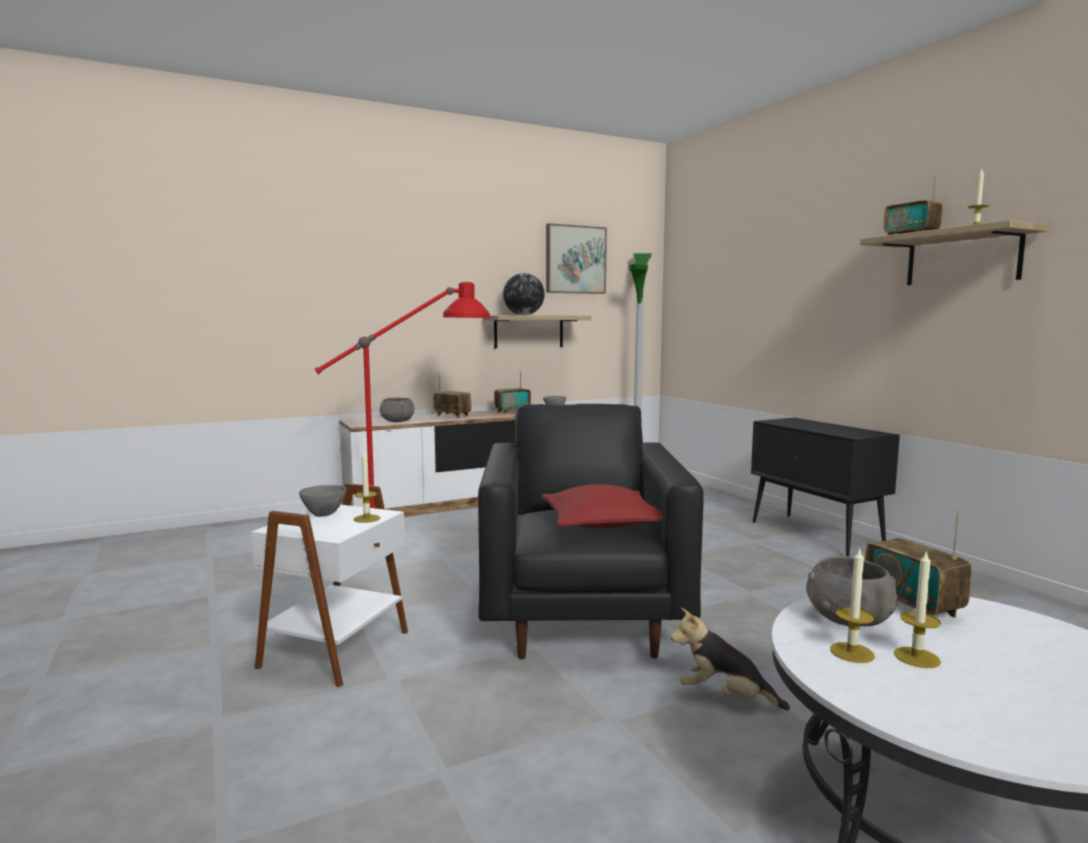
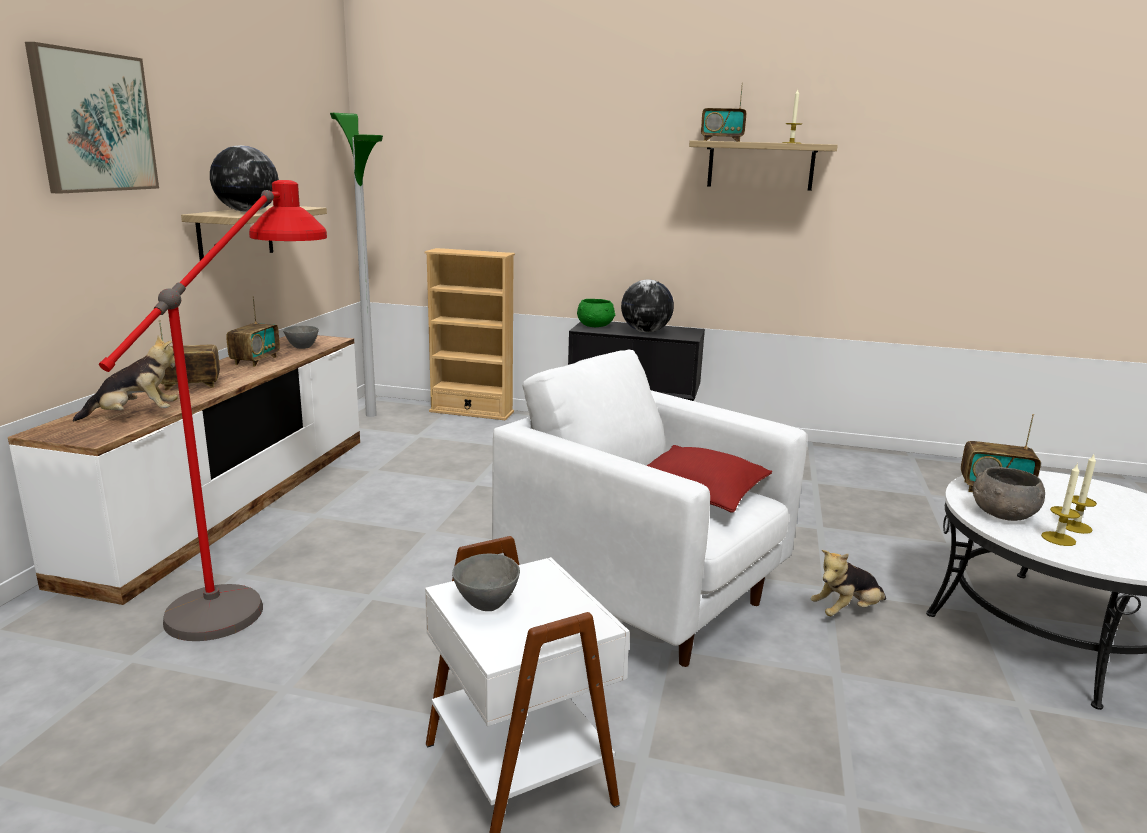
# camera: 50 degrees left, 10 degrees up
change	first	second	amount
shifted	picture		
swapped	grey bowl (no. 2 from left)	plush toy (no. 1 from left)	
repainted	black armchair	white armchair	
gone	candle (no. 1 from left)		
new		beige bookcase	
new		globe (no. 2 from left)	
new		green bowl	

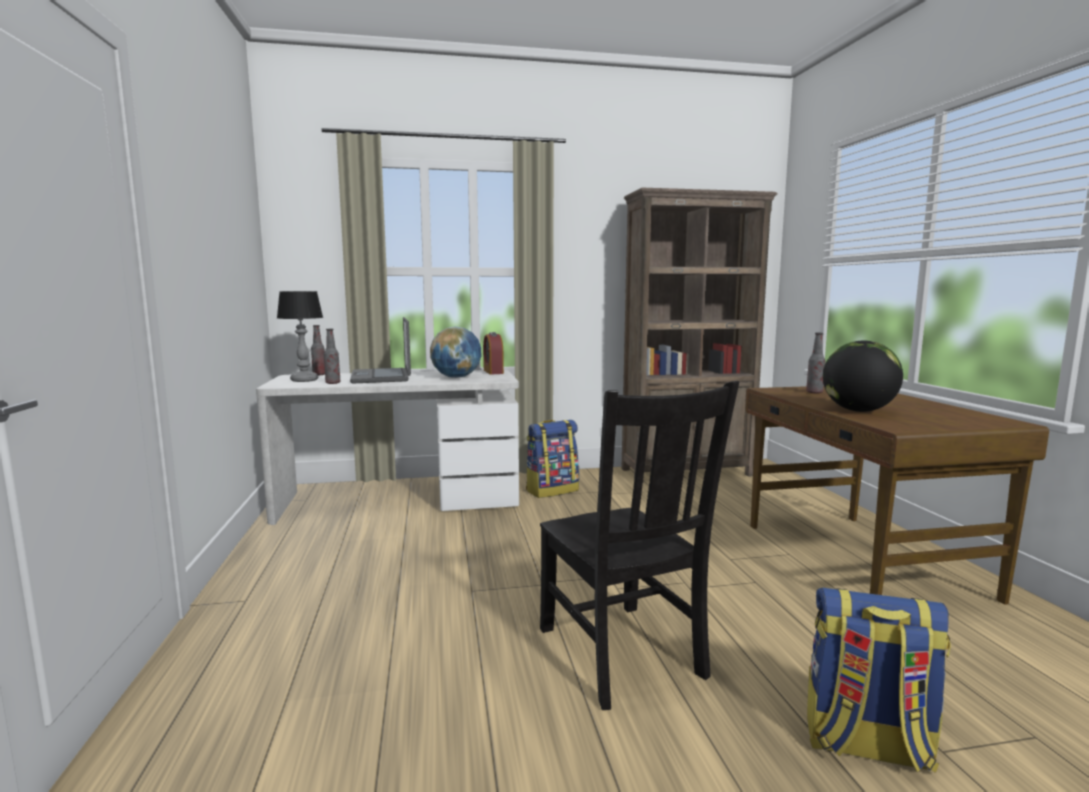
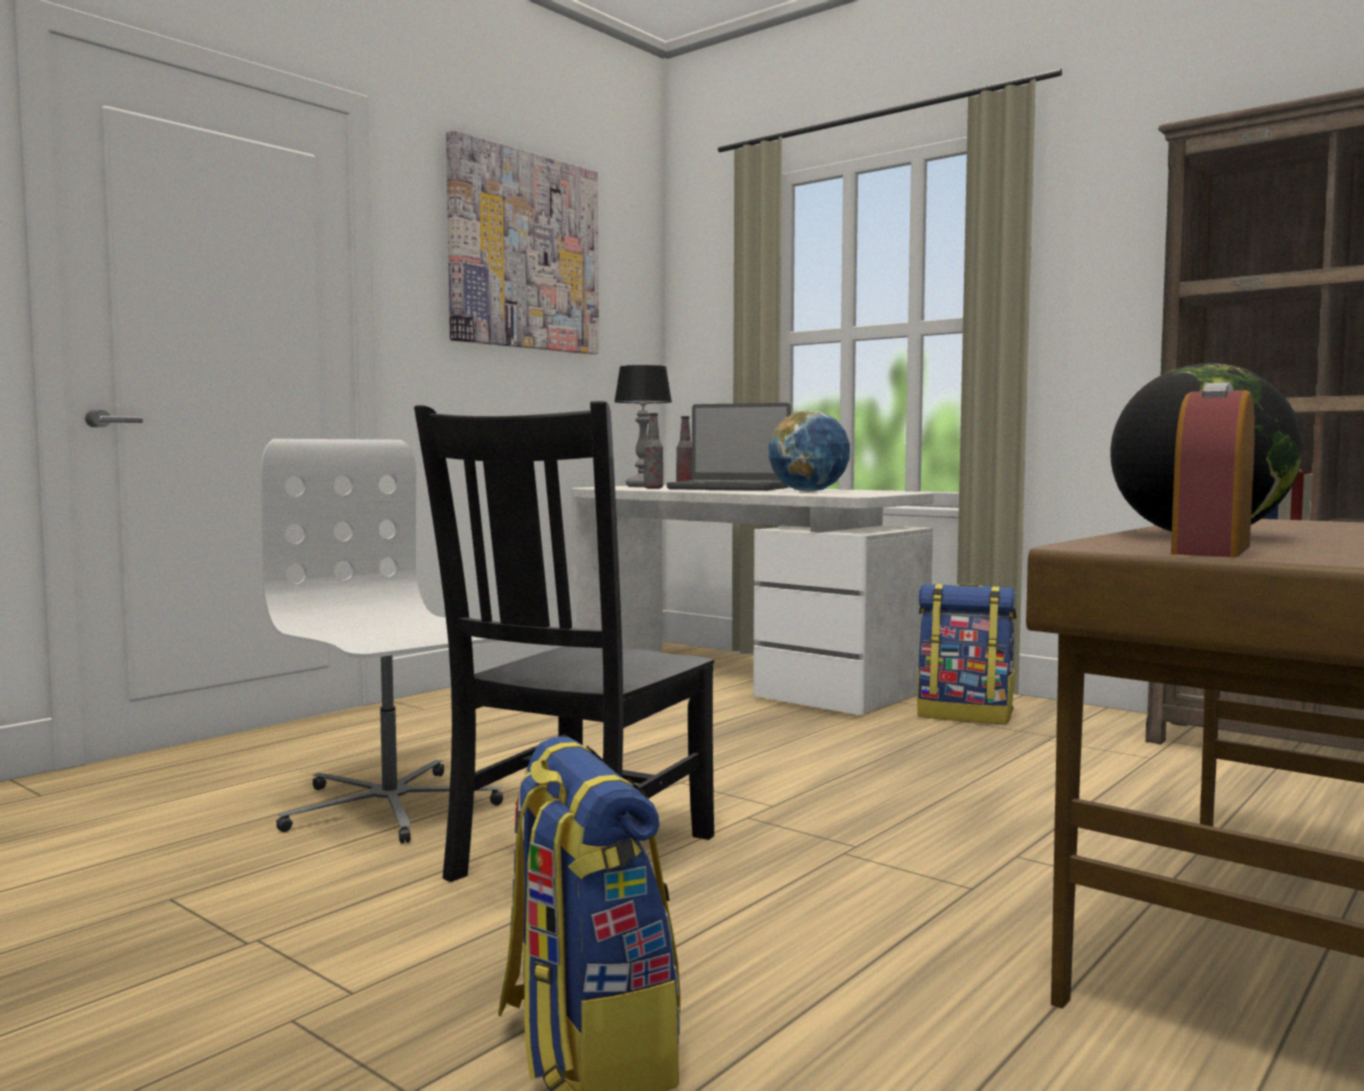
# camera: 50 degrees right, 5 degrees down
change	first	second	amount
rotated	laptop		105 degrees counterclockwise
shifted	alarm clock		
gone	bottle (no. 3 from left)		
new		picture	
new		white office chair	

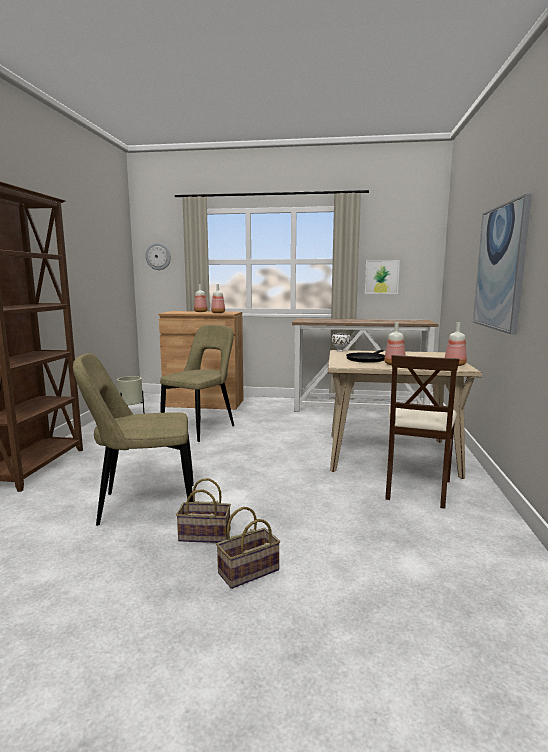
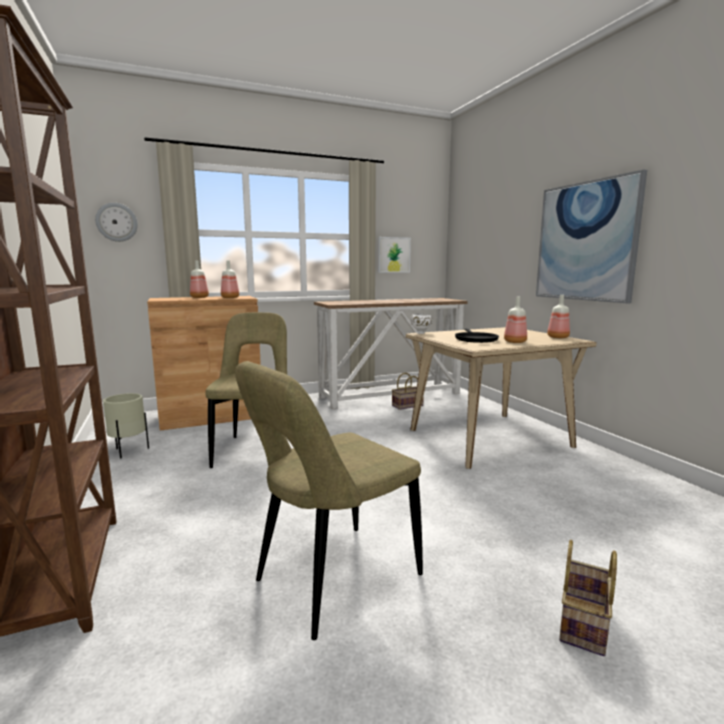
# camera: 30 degrees left, 0 degrees up
change	first	second	amount
gone	beige chair (no. 3 from left)		
shifted	basket (no. 1 from left)		

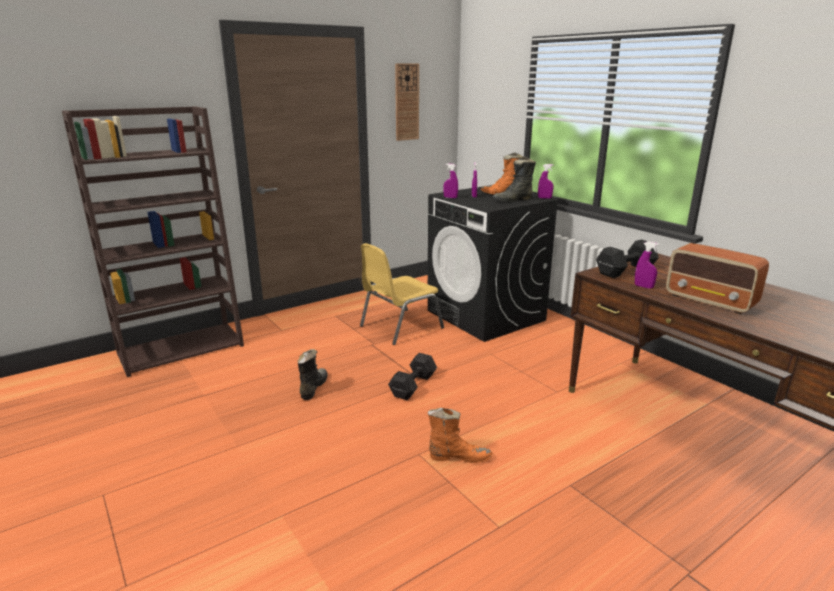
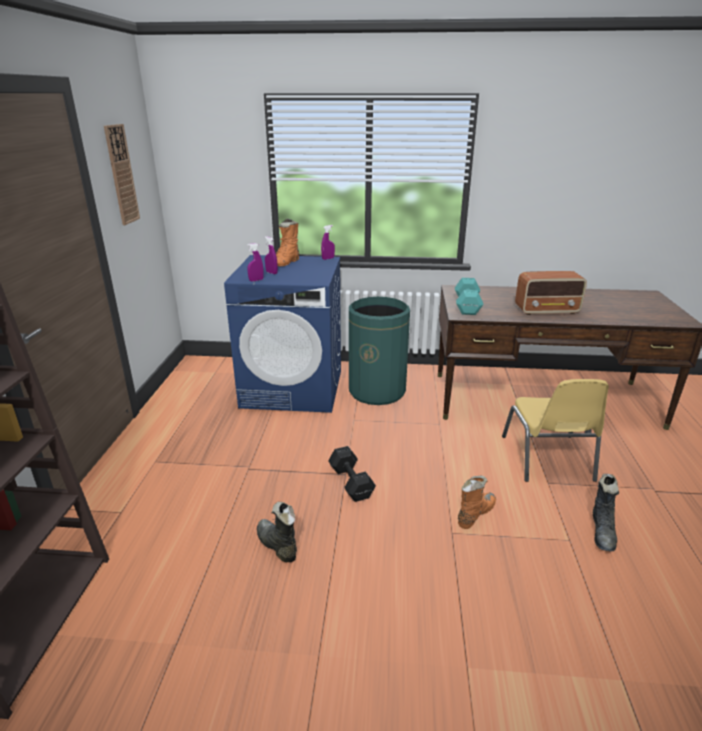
# camera: 50 degrees left, 5 degrees up
change	first	second	amount
shifted	black boot (no. 2 from left)		
repainted	black washing machine	blue washing machine	
repainted	black dumbbell (no. 2 from left)	turquoise dumbbell	
gone	purple spray bottle (no. 4 from left)		
shifted	yellow chair		
new		green trash can	

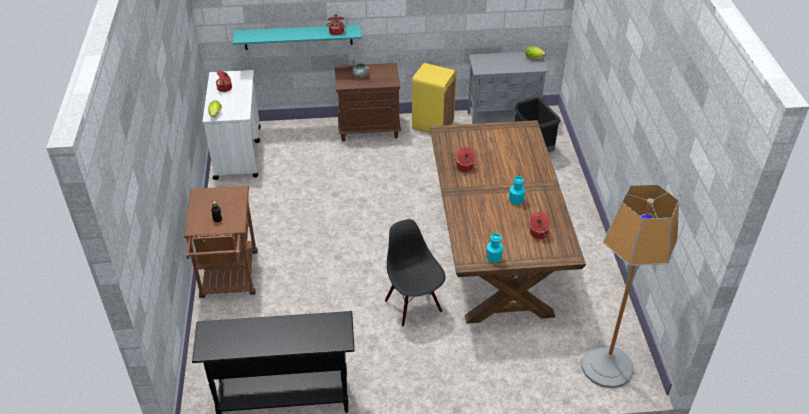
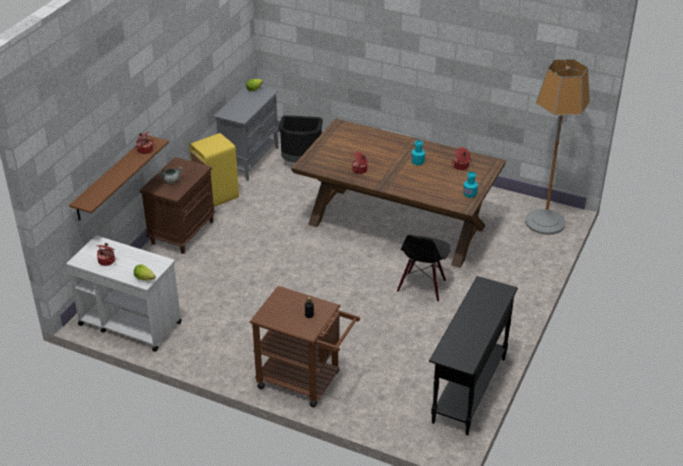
# camera: 60 degrees left, 5 degrees down
change	first	second	amount
repainted	turquoise shelf	brown shelf	
rotated	black chair		75 degrees counterclockwise

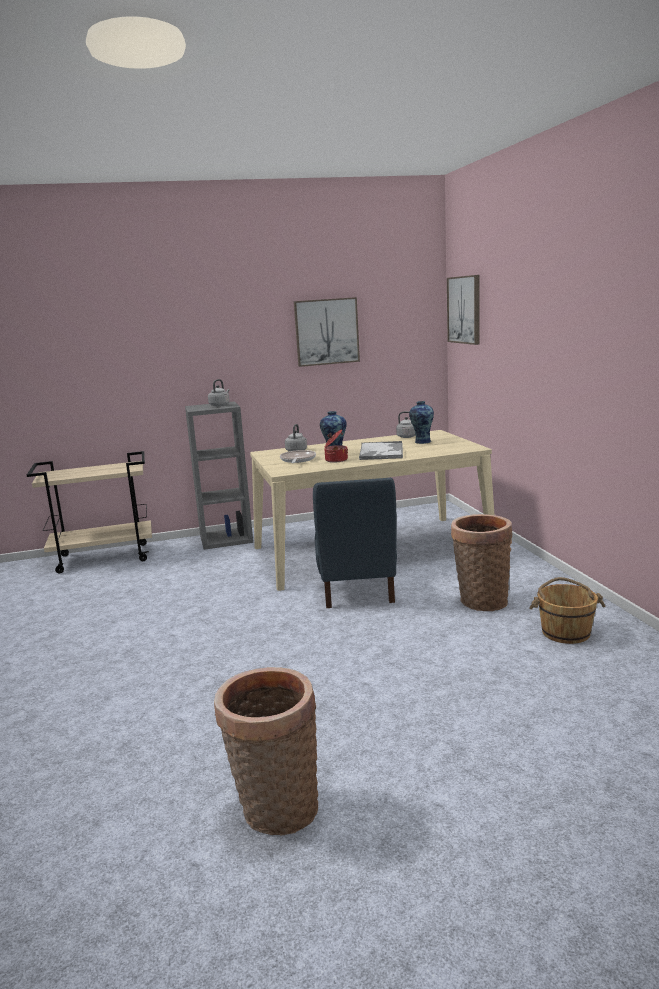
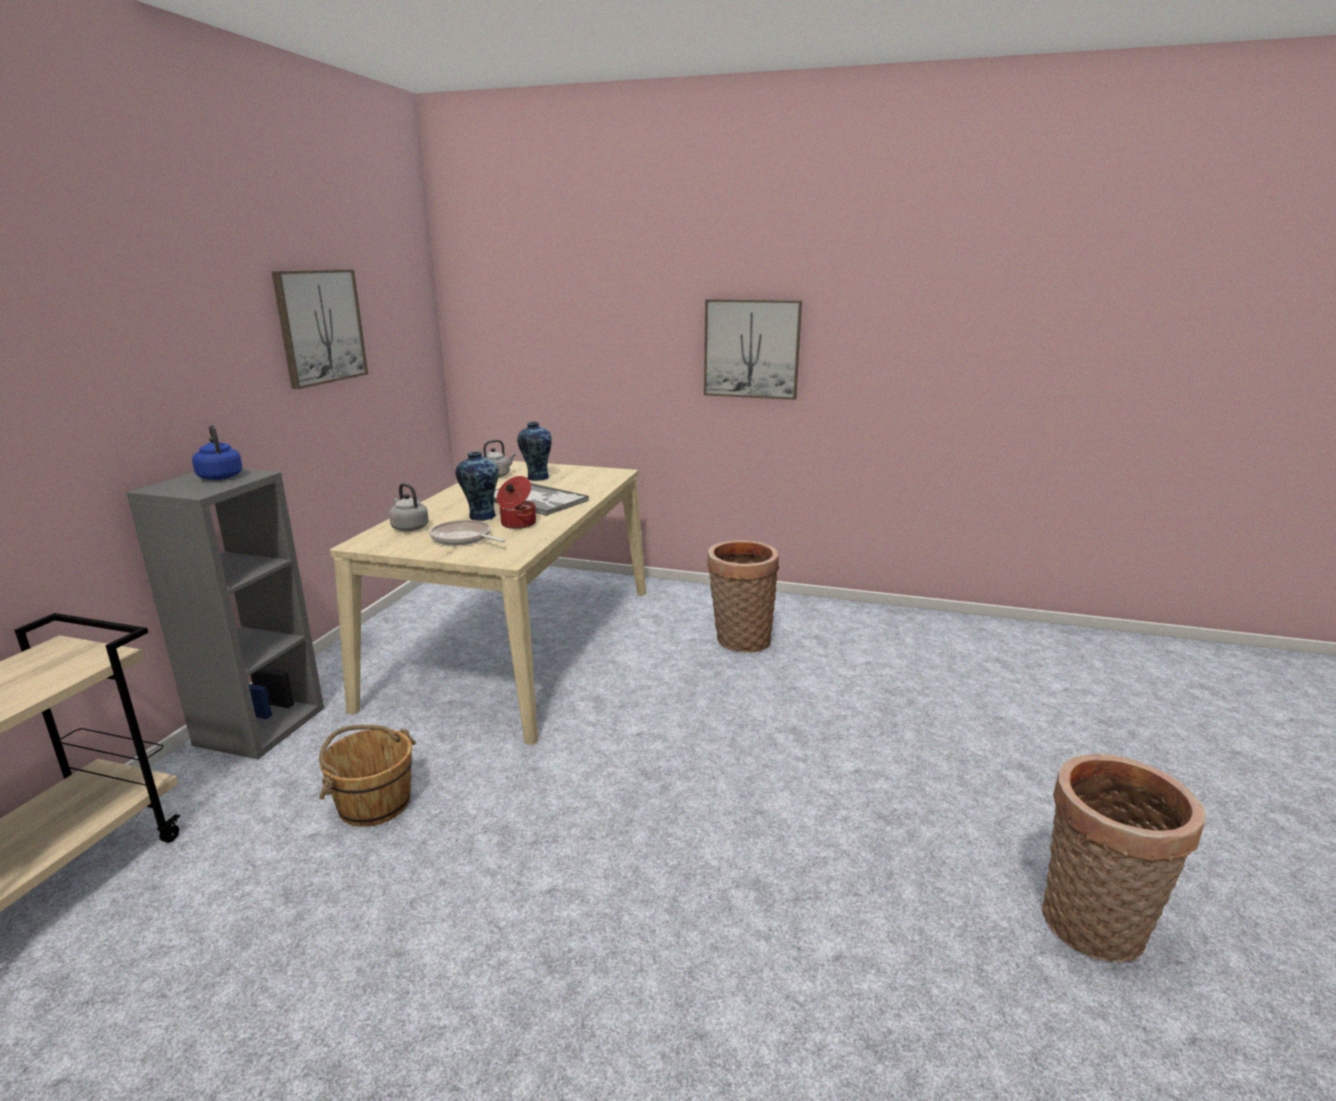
# camera: 60 degrees left, 5 degrees up
change	first	second	amount
shifted	picture (no. 2 from left)		
repainted	grey kettle (no. 1 from left)	blue kettle	
gone	blue chair		
shifted	brown bucket		

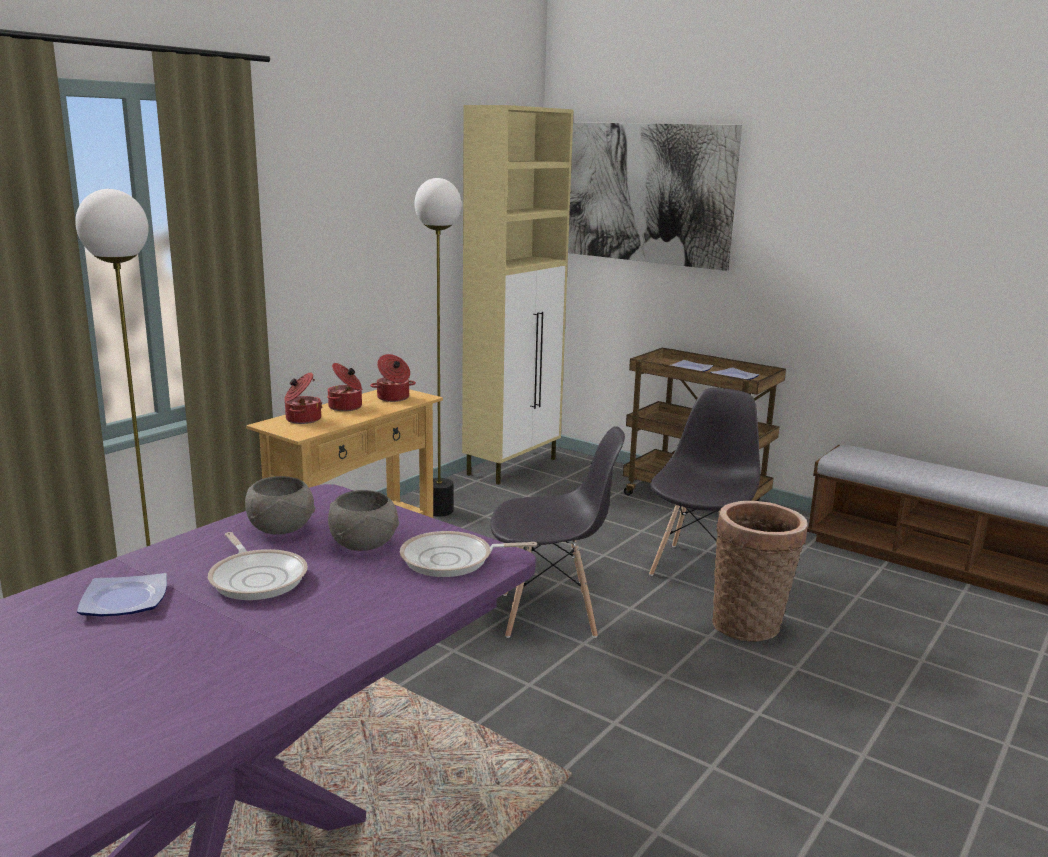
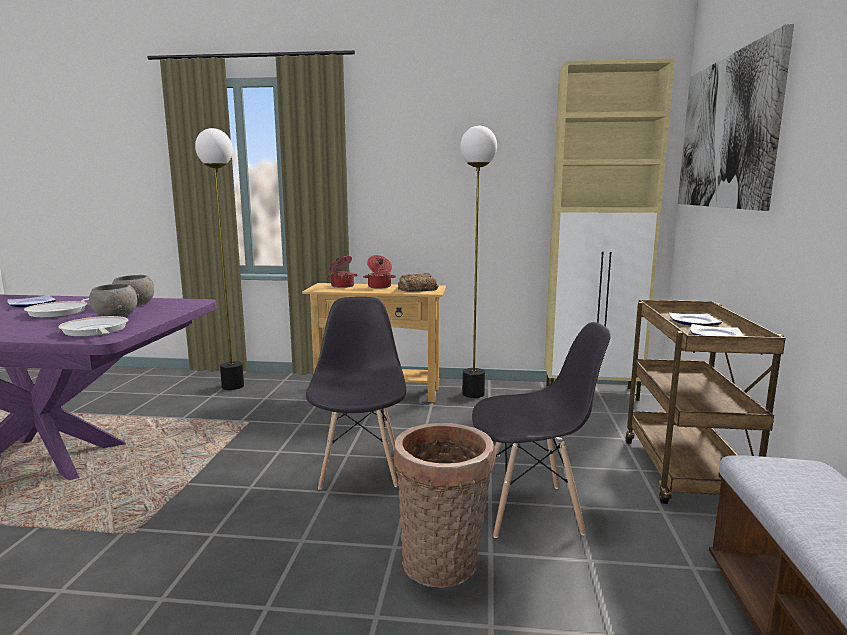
# camera: 60 degrees right, 5 degrees down
change	first	second	amount
swapped	cooking pot (no. 3 from left)	bread	
rotated	grey chair (no. 1 from left)		150 degrees counterclockwise

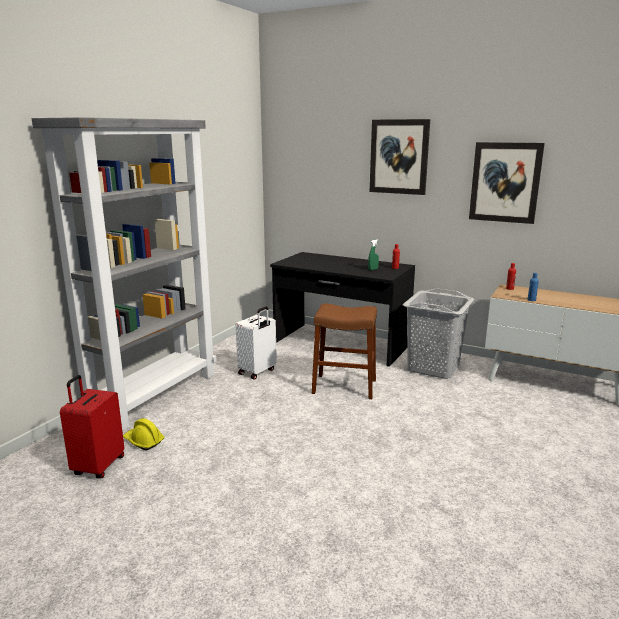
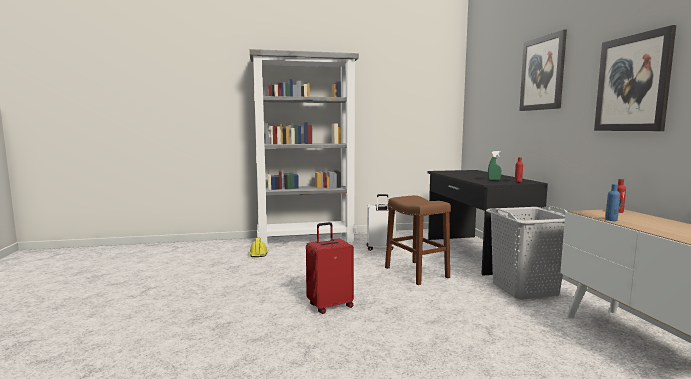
# camera: 50 degrees right, 10 degrees down
change	first	second	amount
shifted	red suitcase		

